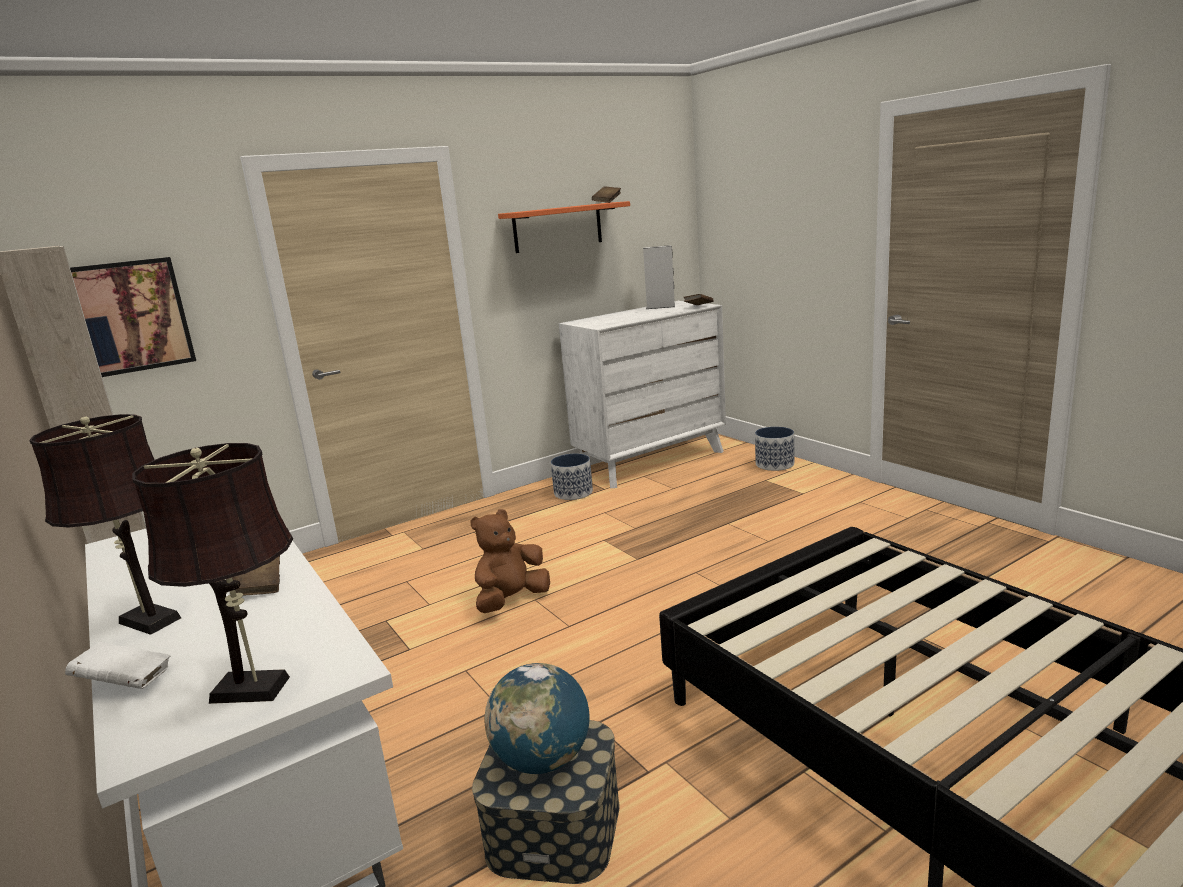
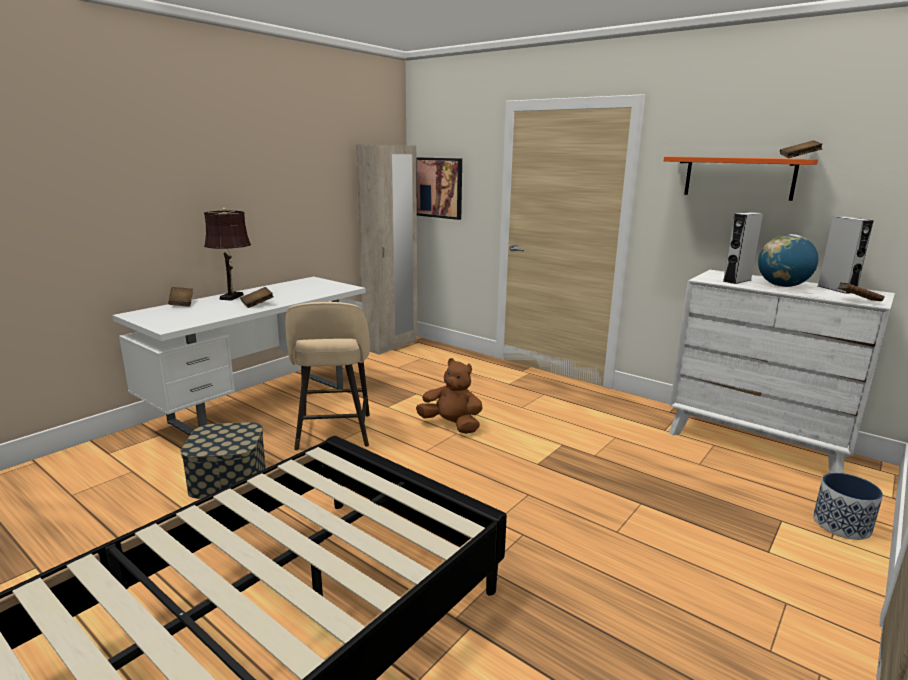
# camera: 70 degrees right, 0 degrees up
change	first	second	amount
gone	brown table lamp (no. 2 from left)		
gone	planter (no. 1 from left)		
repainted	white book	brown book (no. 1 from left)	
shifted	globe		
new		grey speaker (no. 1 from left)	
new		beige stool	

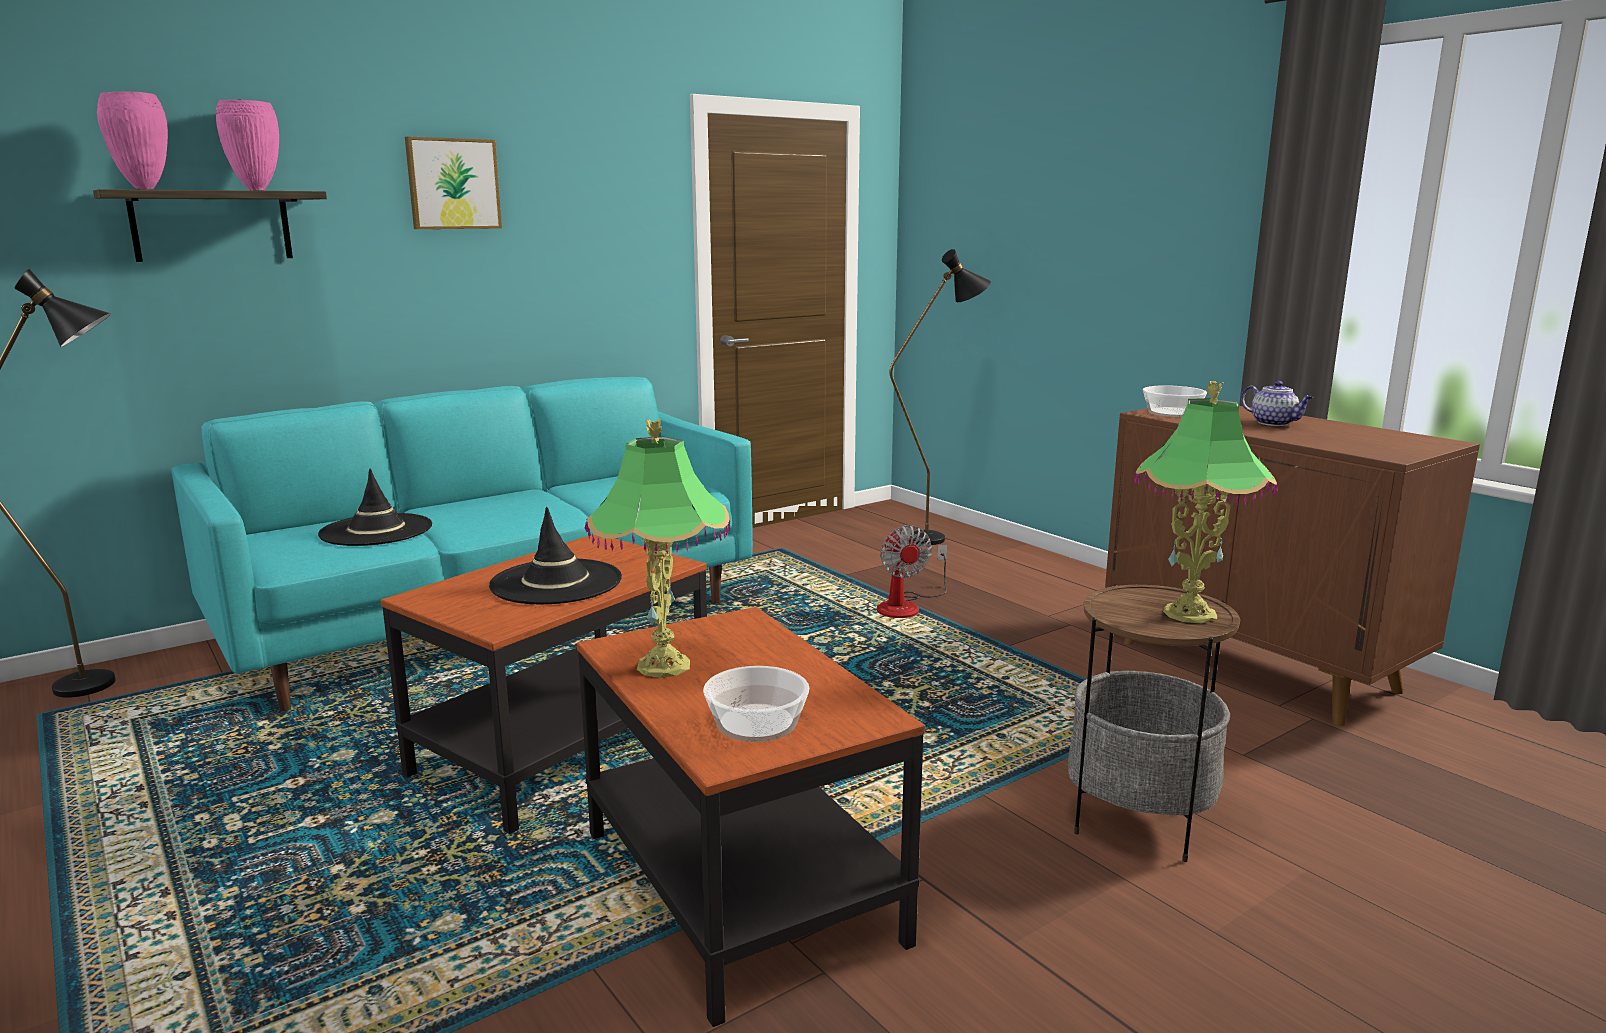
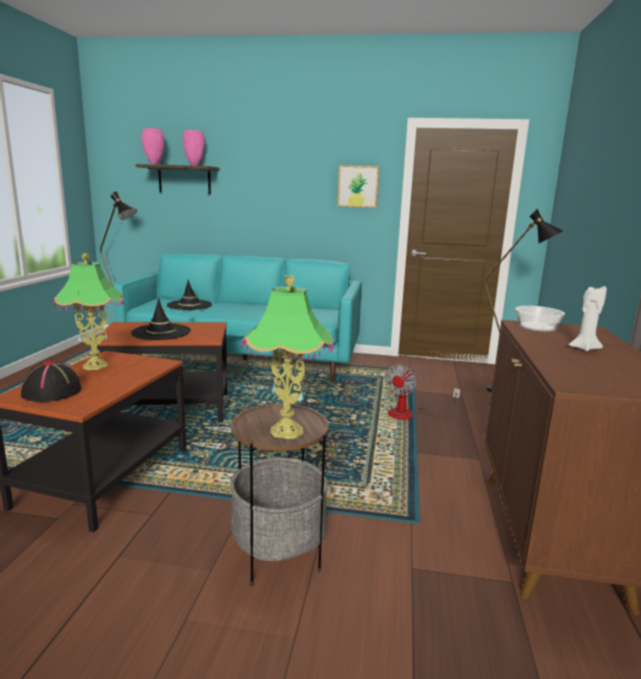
# camera: 45 degrees right, 0 degrees up
change	first	second	amount
shifted	picture		
swapped	teapot	white candle	
swapped	bowl (no. 1 from left)	black hat (no. 1 from left)	

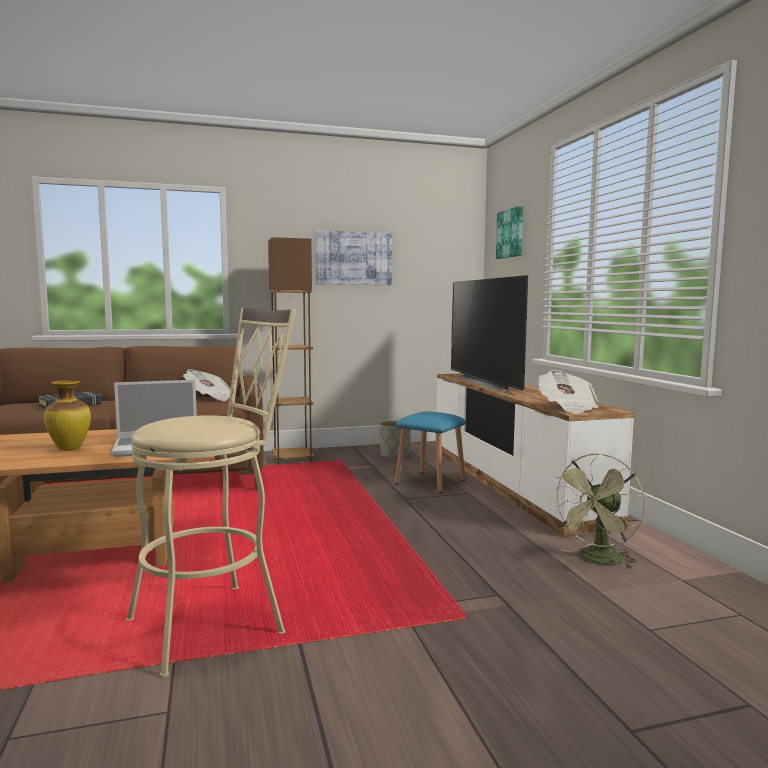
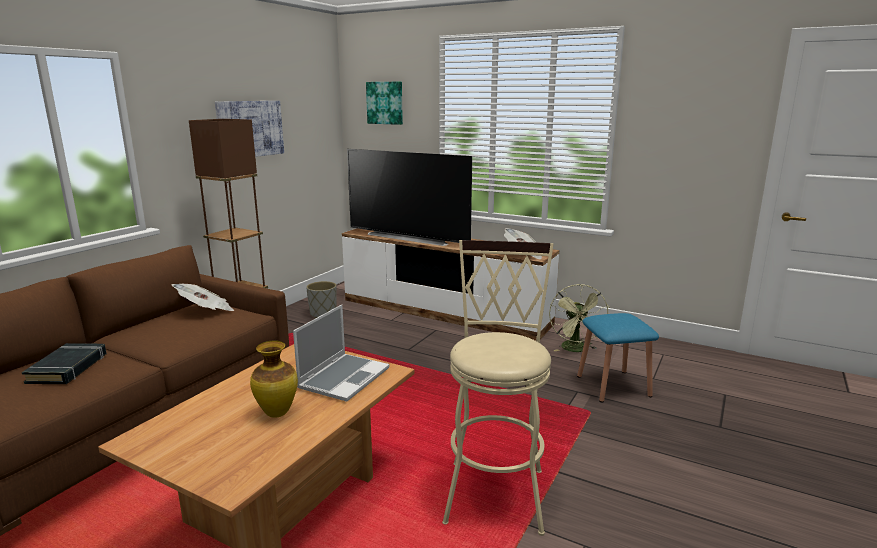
# camera: 45 degrees left, 10 degrees up
change	first	second	amount
shifted	blue stool		

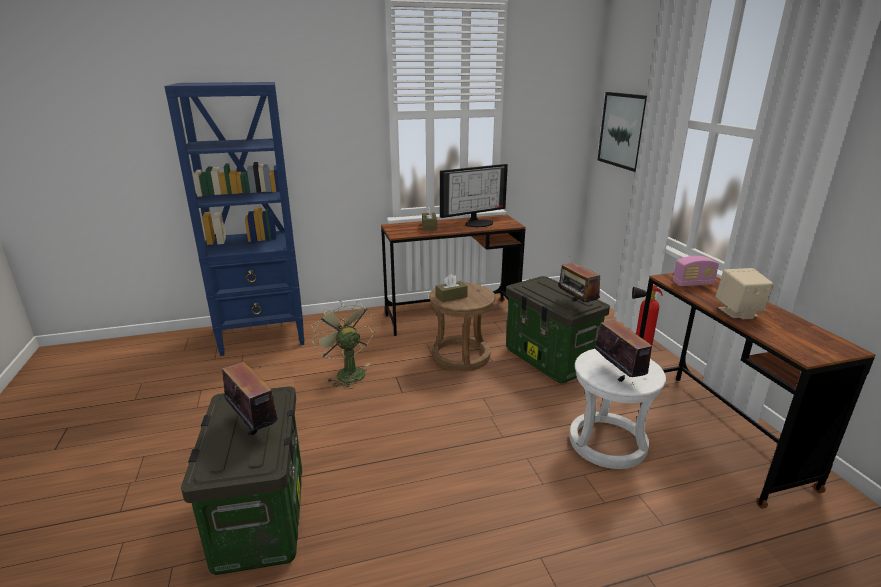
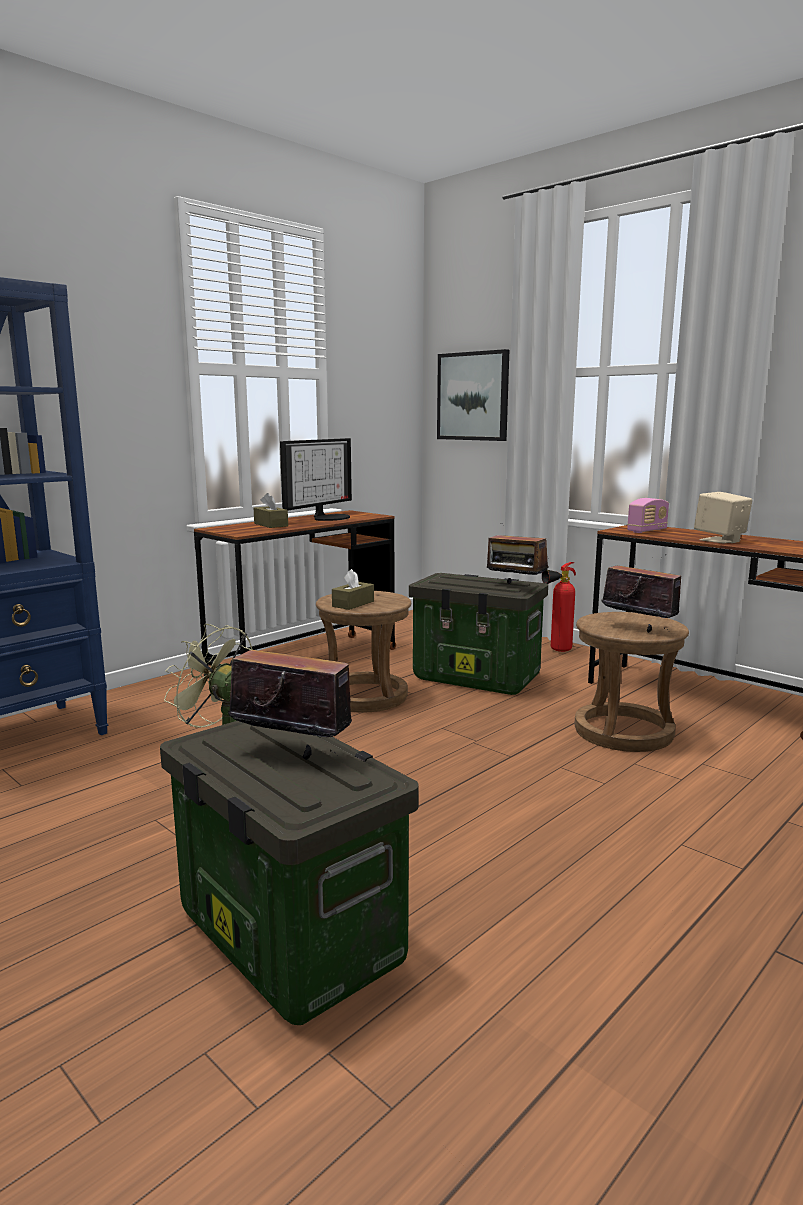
# camera: 30 degrees left, 10 degrees down
change	first	second	amount
repainted	white stool	brown stool (no. 2 from left)	

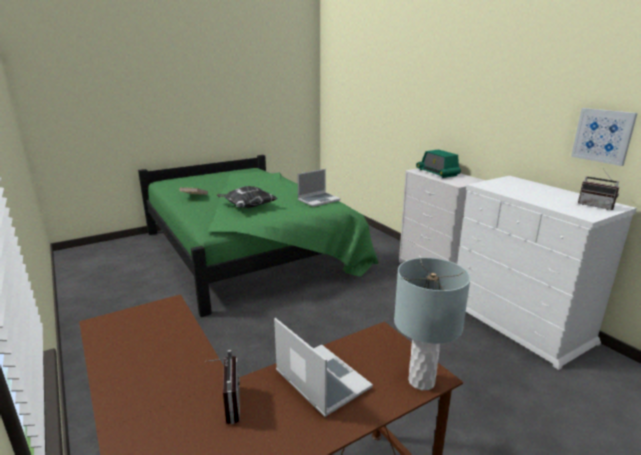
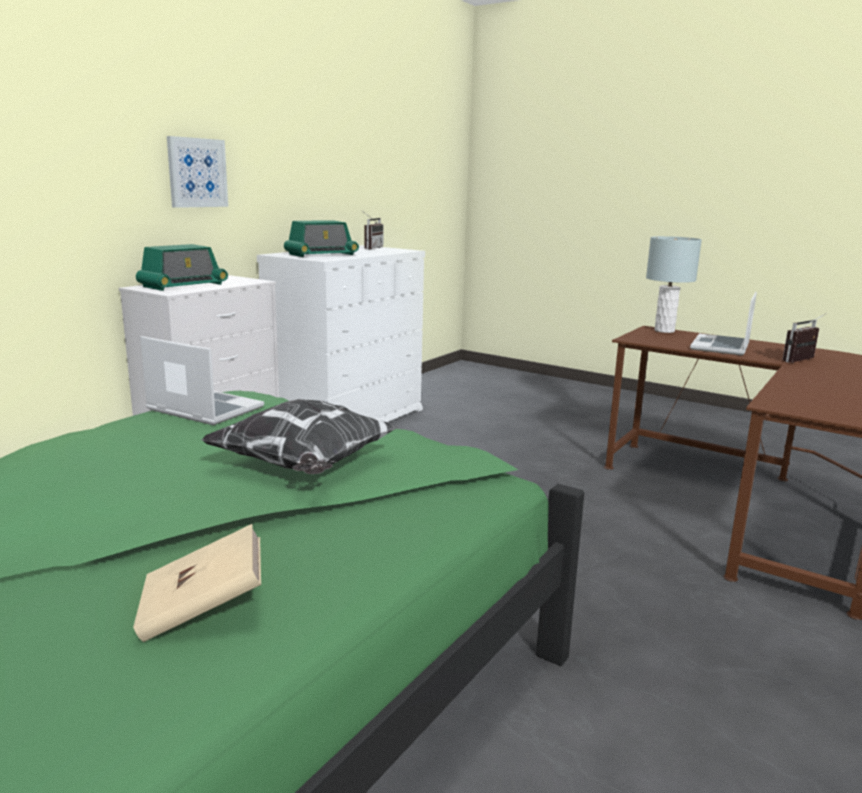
# camera: 115 degrees left, 5 degrees down
change	first	second	amount
shifted	picture		
new		radio (no. 2 from left)	

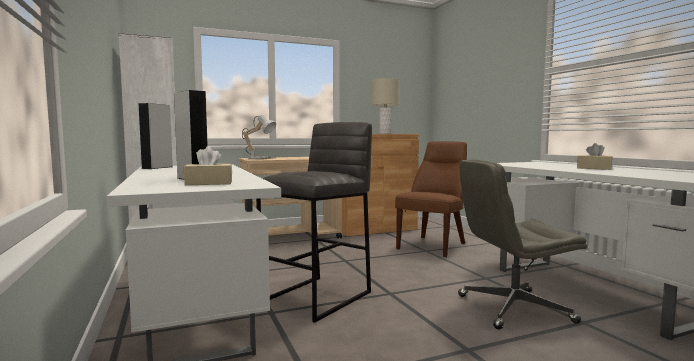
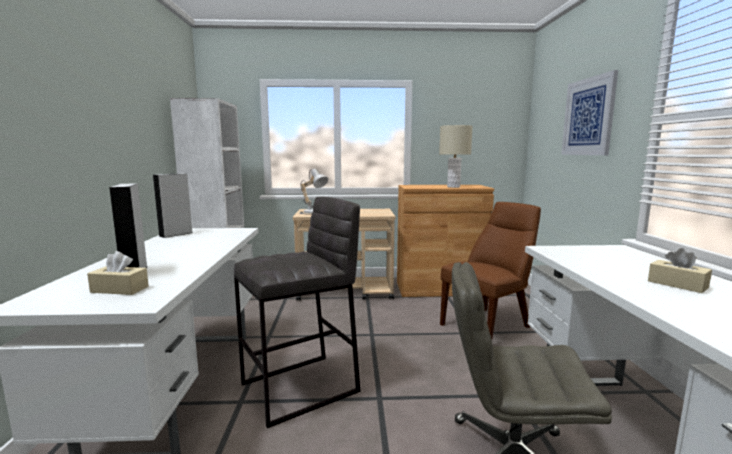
# camera: 20 degrees right, 5 degrees up
change	first	second	amount
new		picture	

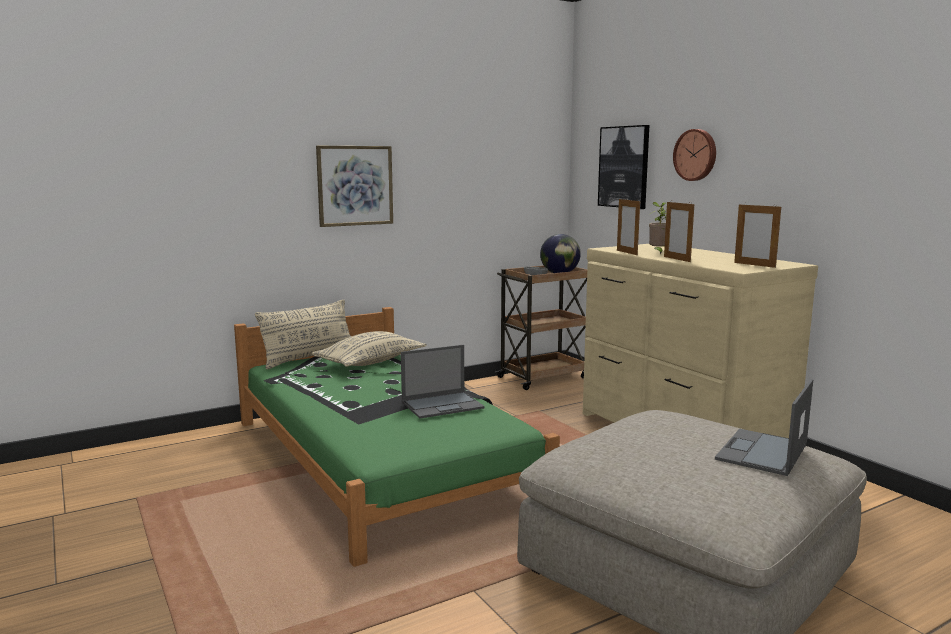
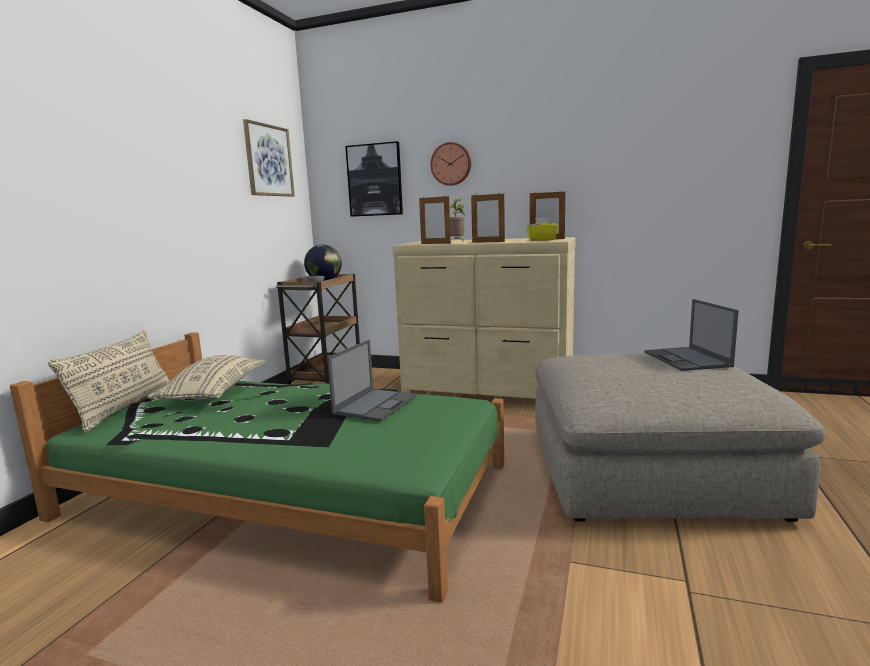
# camera: 40 degrees left, 0 degrees up
change	first	second	amount
shifted	picture (no. 1 from left)		
new		yellow tissue box	

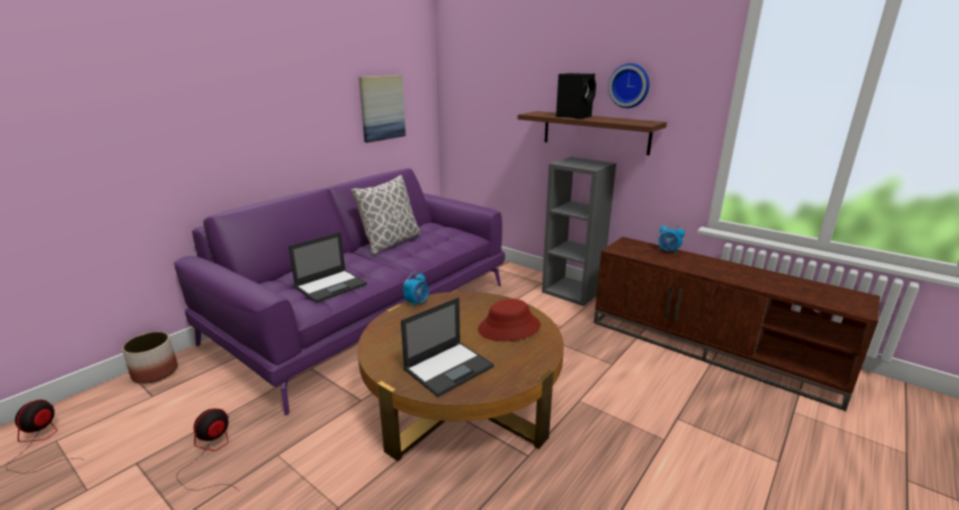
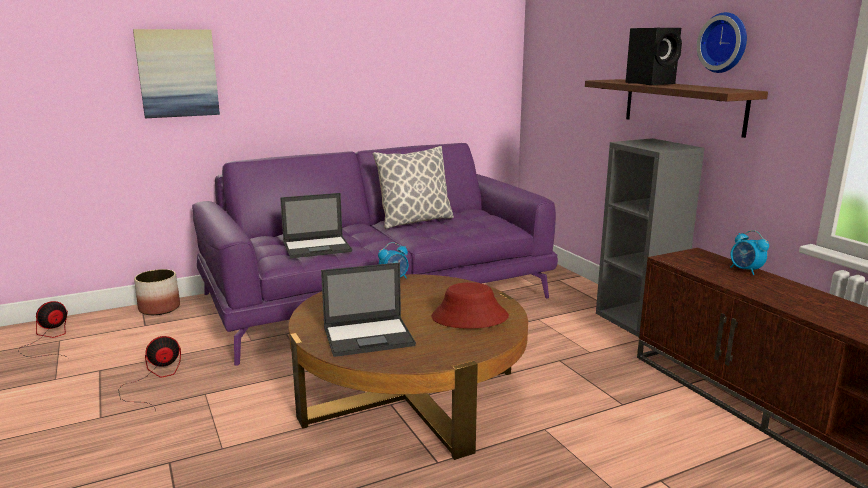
# camera: 25 degrees right, 5 degrees down
change	first	second	amount
shifted	picture		

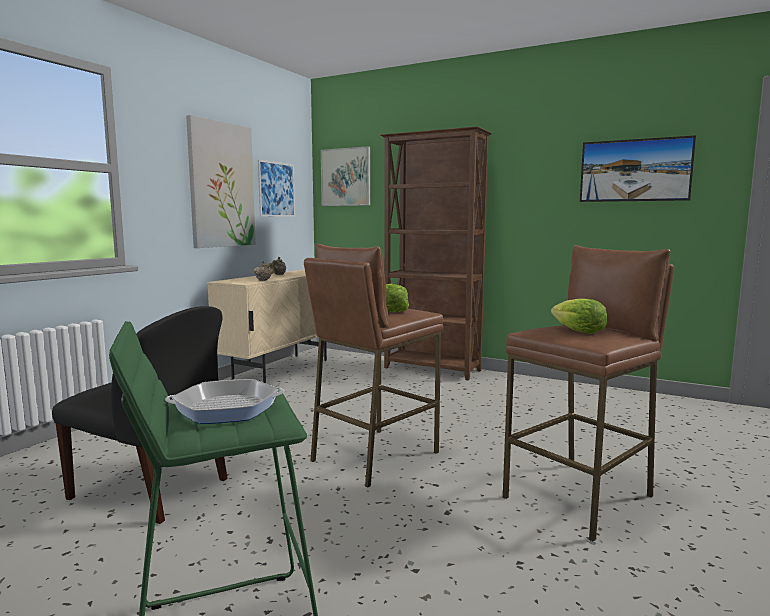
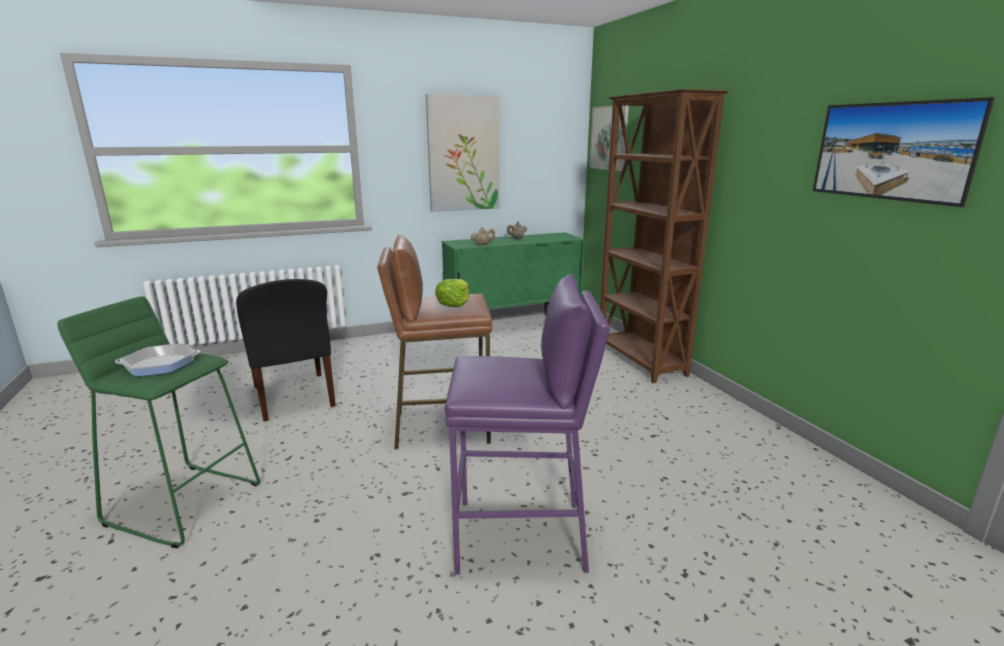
# camera: 40 degrees right, 10 degrees up
change	first	second	amount
gone	picture (no. 2 from left)		
repainted	brown stool (no. 2 from left)	purple stool	
repainted	beige cabinet	green cabinet	
gone	lettuce (no. 2 from left)		
rotated	frying pan		45 degrees counterclockwise

